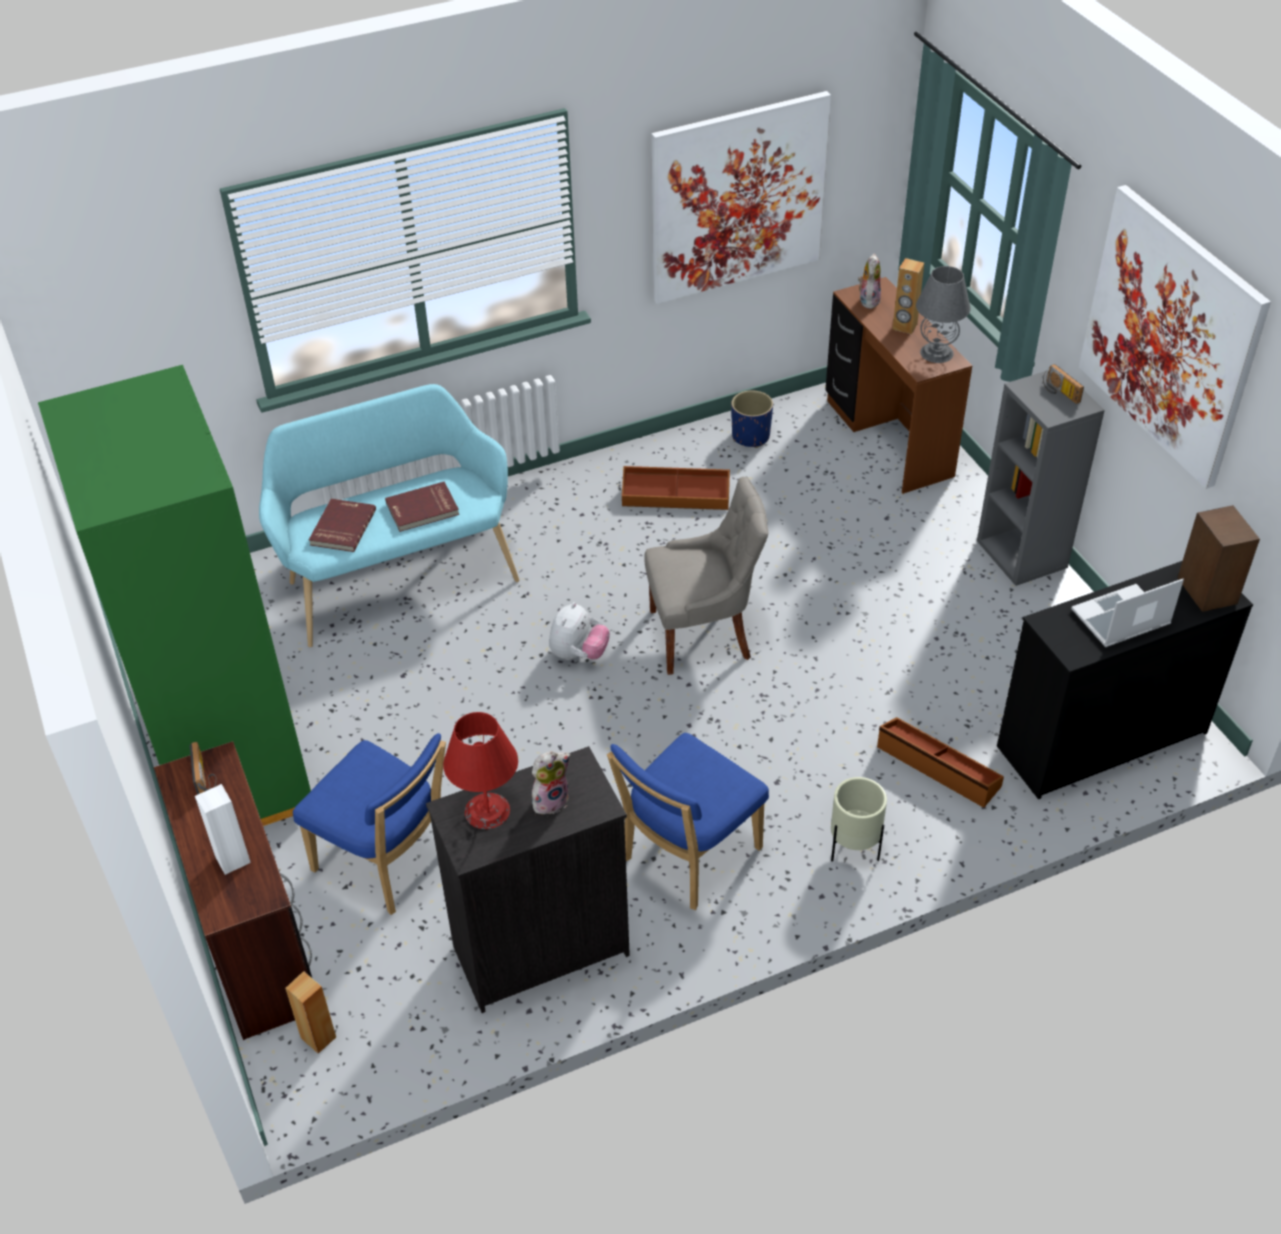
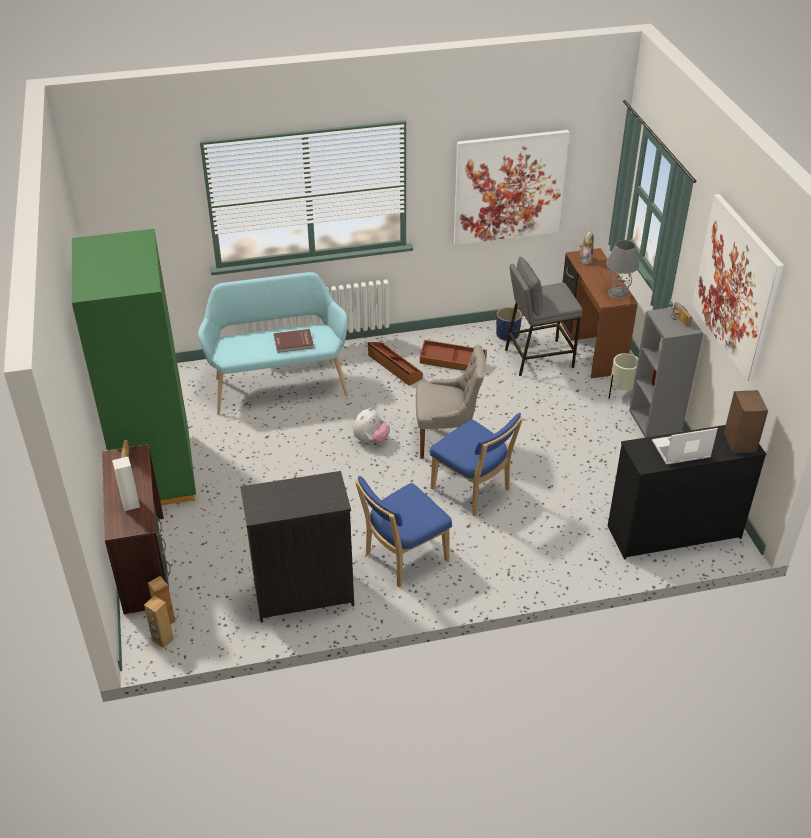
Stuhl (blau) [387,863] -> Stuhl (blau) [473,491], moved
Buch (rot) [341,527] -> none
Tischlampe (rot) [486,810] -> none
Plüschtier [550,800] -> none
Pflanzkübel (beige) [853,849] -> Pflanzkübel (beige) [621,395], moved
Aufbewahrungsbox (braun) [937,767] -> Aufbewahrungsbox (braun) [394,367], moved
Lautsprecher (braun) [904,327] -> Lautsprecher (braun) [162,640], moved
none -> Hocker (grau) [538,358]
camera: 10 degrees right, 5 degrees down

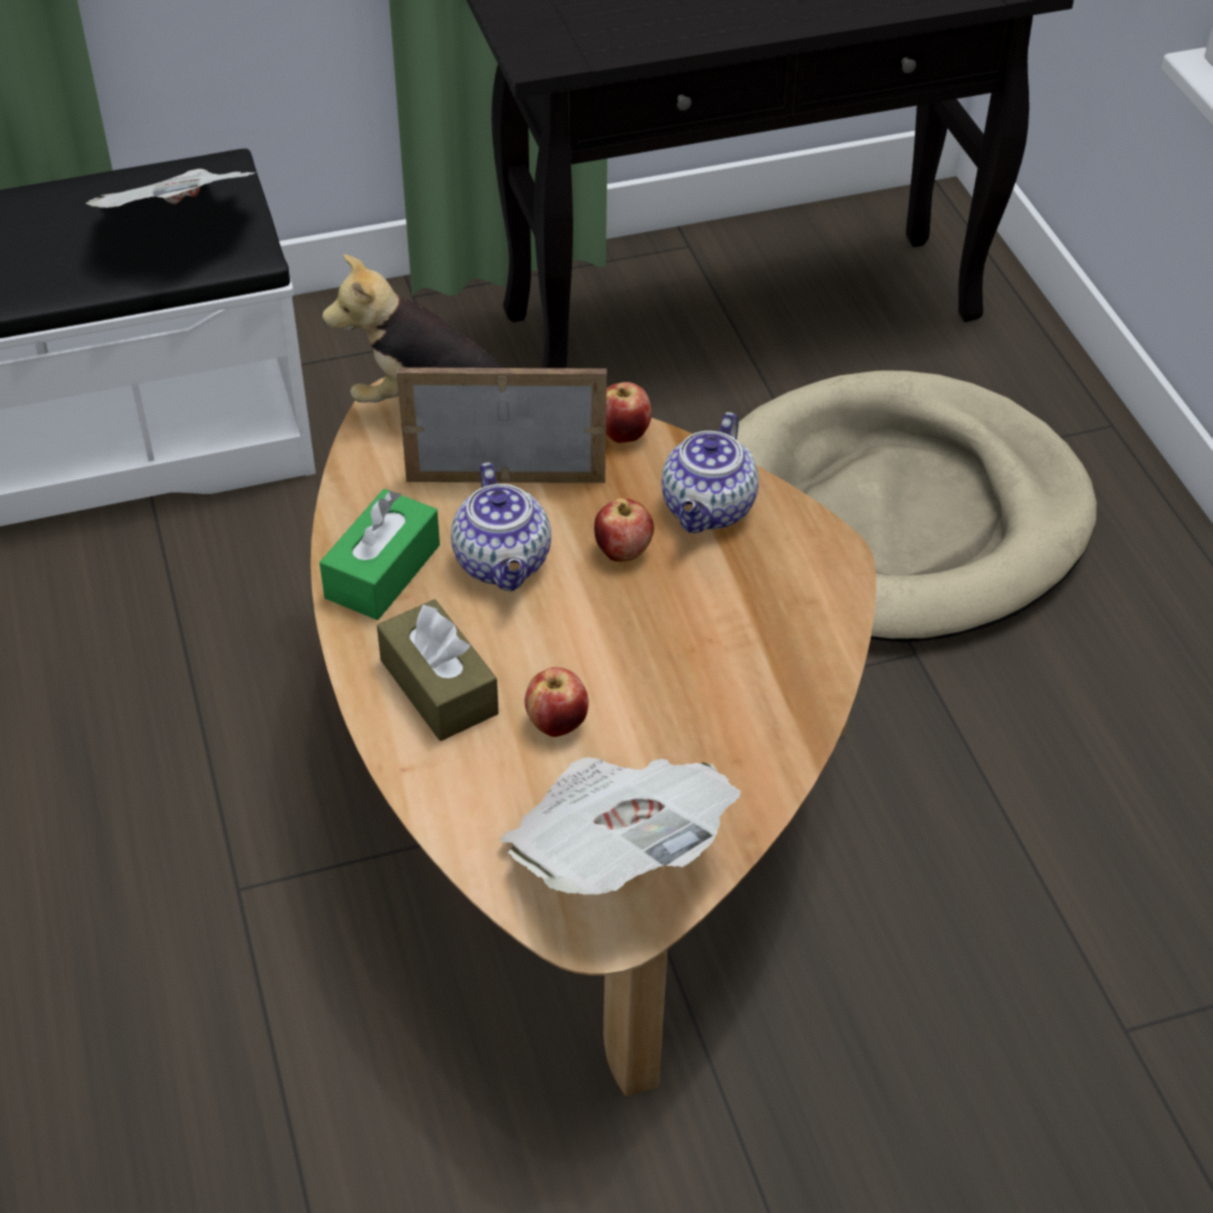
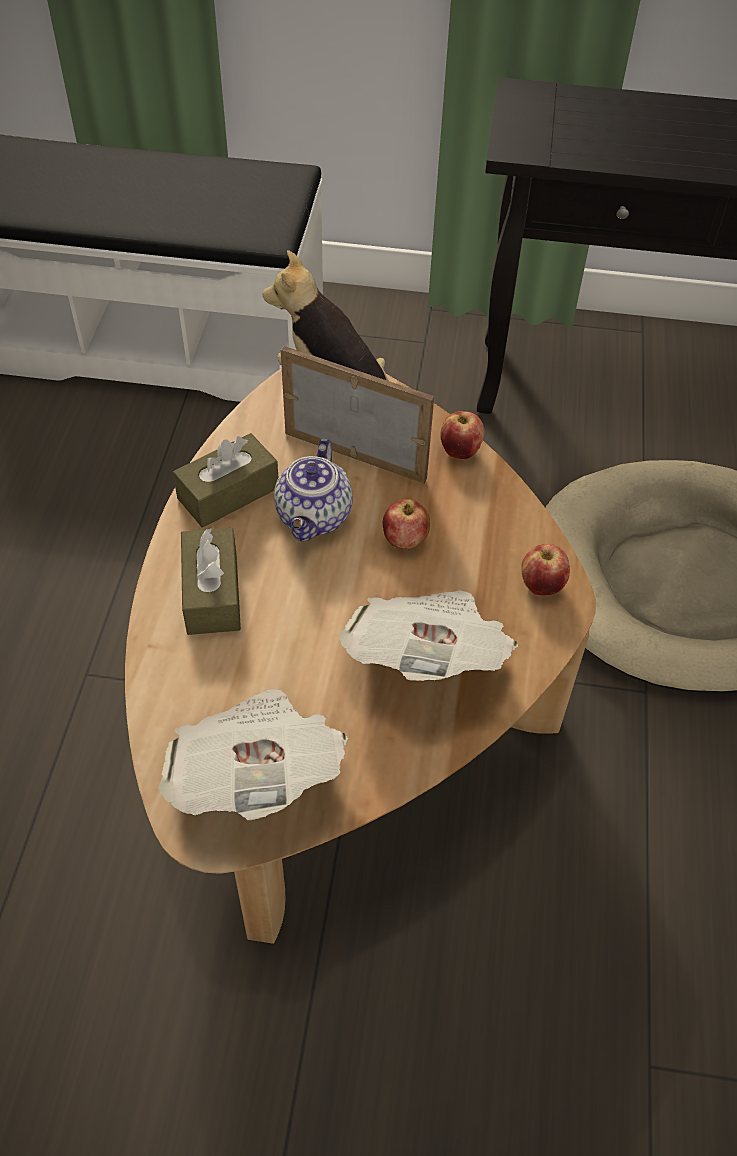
Zeitung [180,225] -> Zeitung [427,657], moved
Taschentuchbox (grün) [382,571] -> Taschentuchbox (braun) [228,493]
Apfel [557,723] -> Apfel [542,585], moved
Teekanne [708,510] -> none
camera: 25 degrees right, 5 degrees up

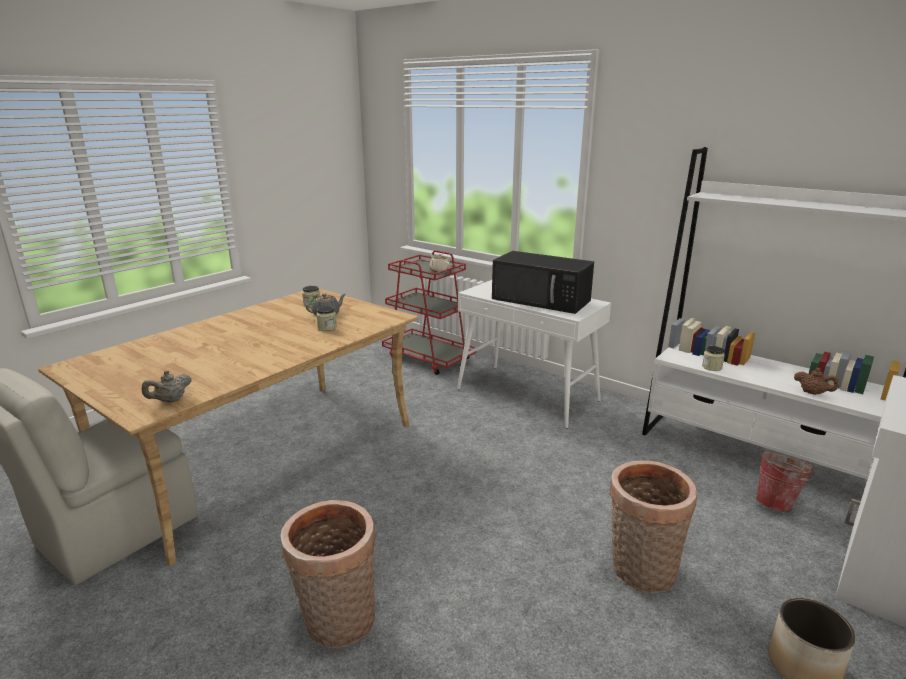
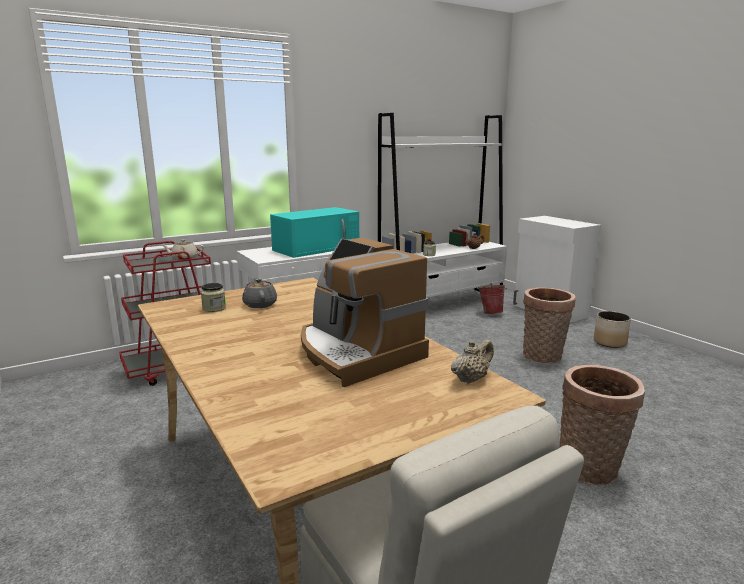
Teekanne (beige) [170,400] -> Teekanne (beige) [471,379], 105 degrees counterclockwise
Vorratsglas [327,328] -> none
Mikrowelle (schwarz) [542,300] -> Mikrowelle (türkis) [317,248]
none -> Kaffeemaschine [356,353]
camera: 70 degrees left, 5 degrees down

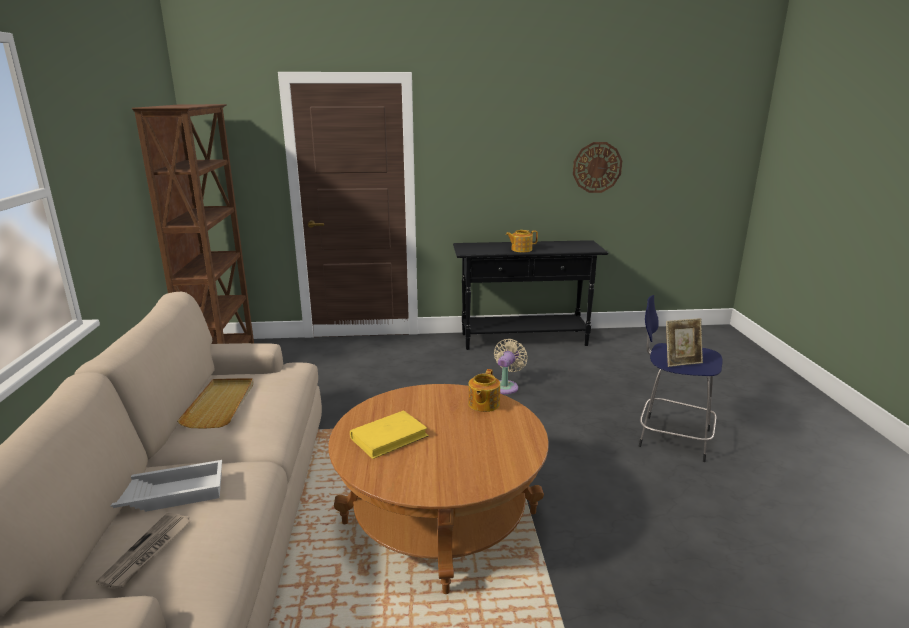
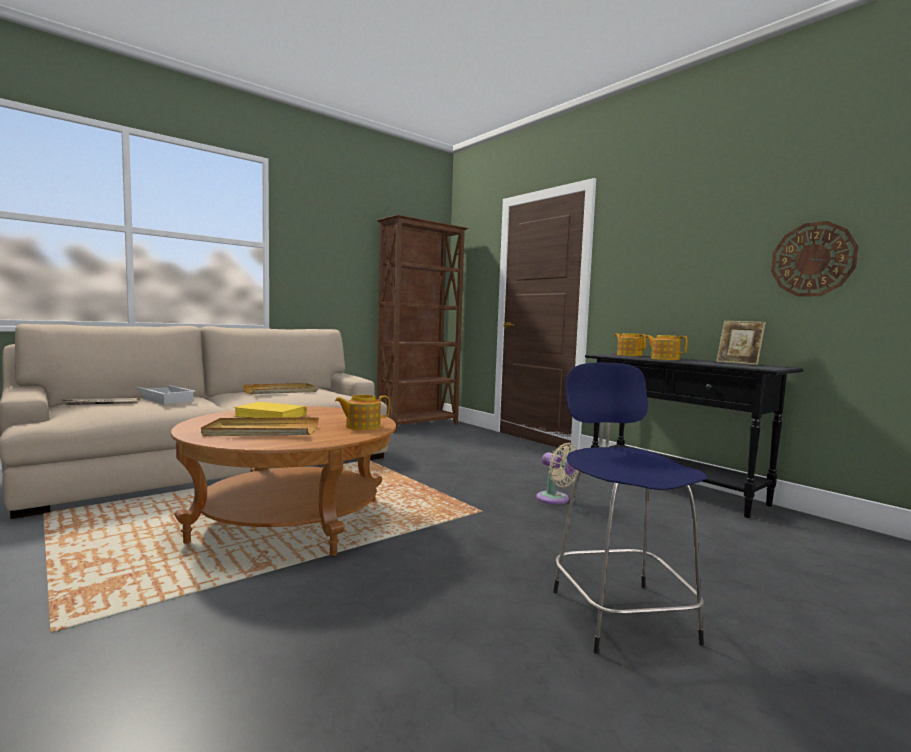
Ventilator (beige) [506,386] -> Ventilator (beige) [555,499], 60 degrees clockwise
Bilderrahmen [681,362] -> Bilderrahmen [738,363], moved
none -> Tablett (beige) [262,431]
none -> Teekanne [629,355]
camera: 55 degrees right, 15 degrees down

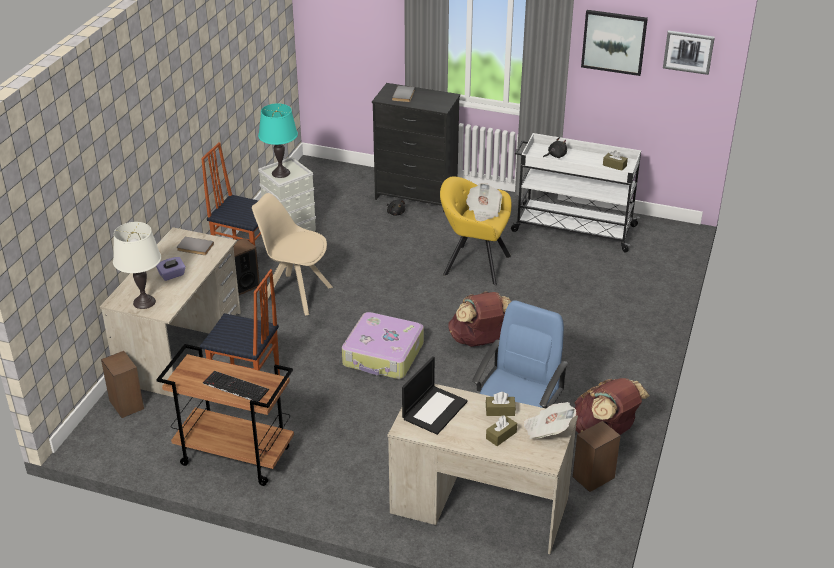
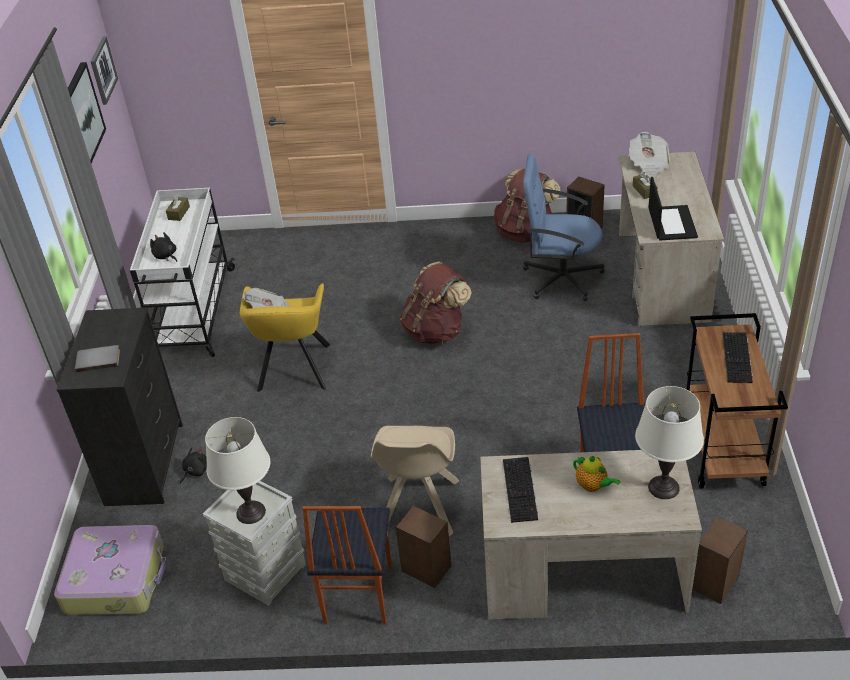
Taschentuchbox (lila) [172,275] -> Teekanne [593,486]
Buch (grau) [194,248] -> Tastatur [521,490]
Tischlampe (türkis) [280,173] -> Tischlampe (weiß) [251,512]
Koffer [383,355] -> Koffer [116,578], moved
Laptop [434,409] -> Laptop [671,223], 75 degrees clockwise
Taschentuchbox (braun) [501,435] -> none
camera: 105 degrees left, 5 degrees up

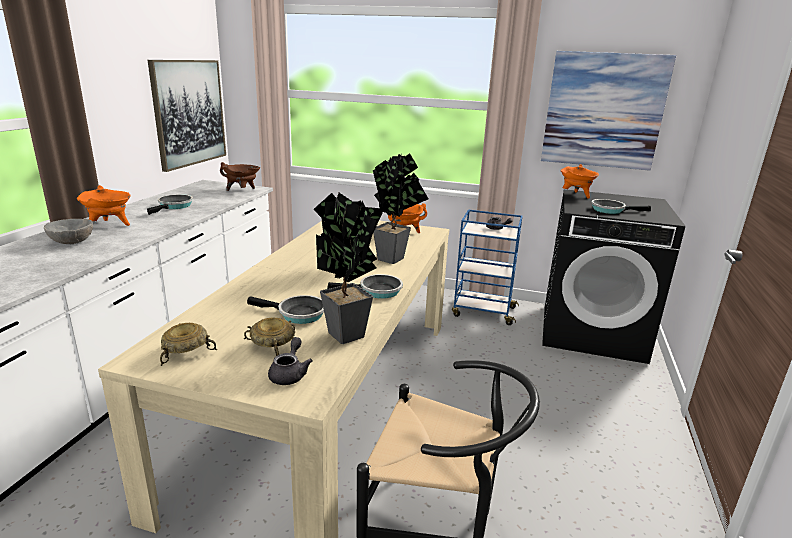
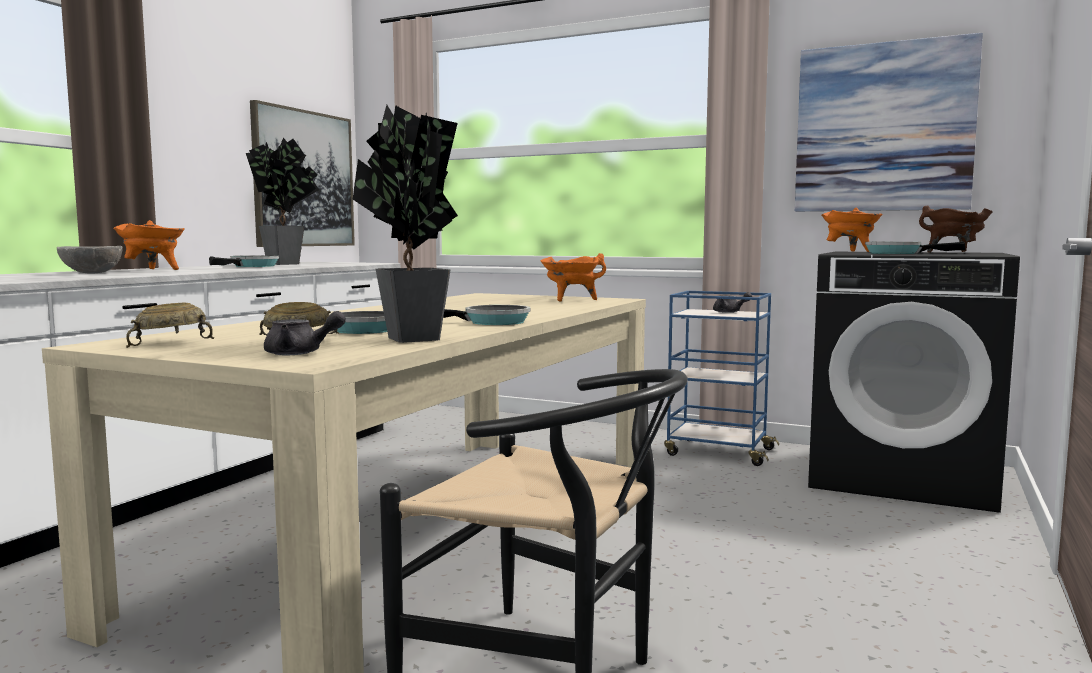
Kochtopf (braun) [242,191] -> Kochtopf (braun) [955,252], moved
Teekanne (grau) [290,374] -> Teekanne (grau) [300,353], 75 degrees clockwise
Topfpflanze [395,258] -> Topfpflanze [289,264], moved
camera: 10 degrees right, 15 degrees down

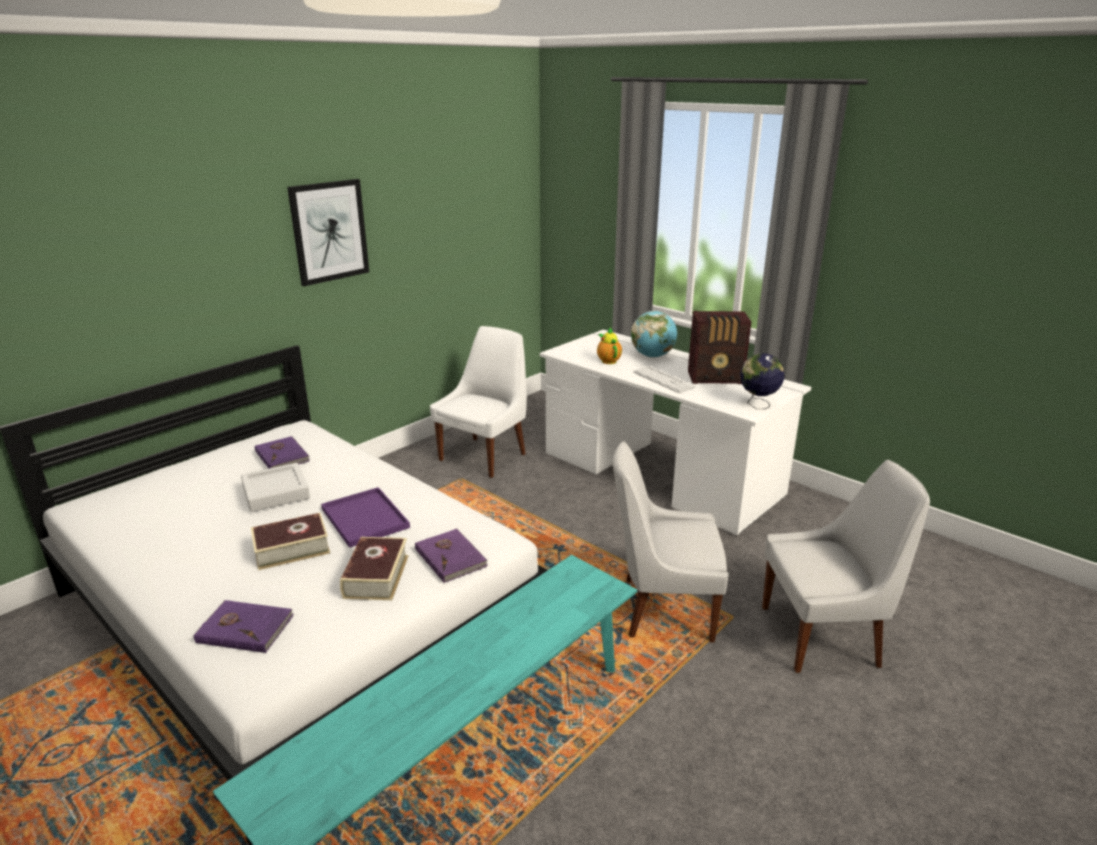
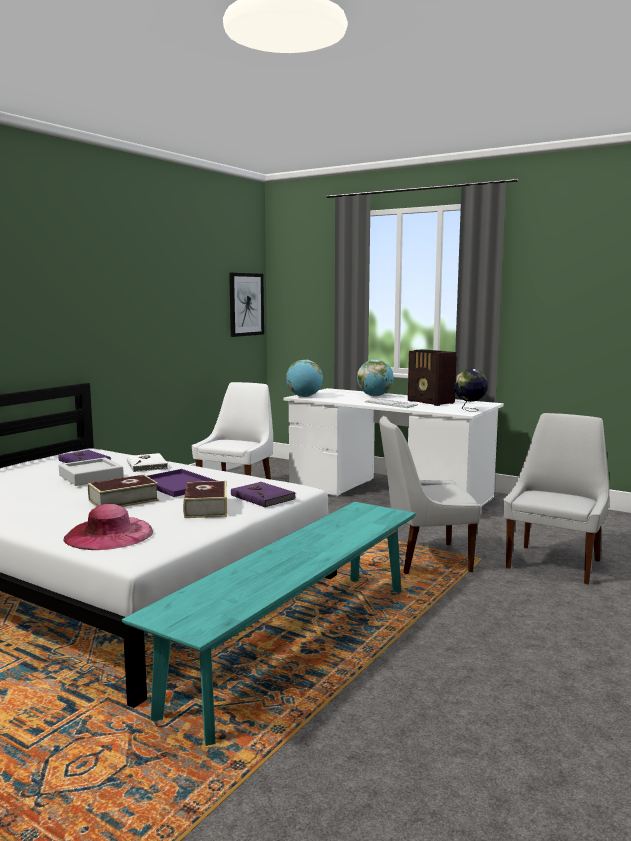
Buch (lila) [245,628] -> Hut (rosa) [109,534]
Bild [329,231] -> Bild [246,304], moved
Teekanne [608,360] -> none
Radio [716,378] -> Radio [431,402], 60 degrees clockwise
Stuhl (weiß) [824,636] -> Stuhl (weiß) [554,563], 45 degrees counterclockwise
none -> Buch (weiß) [147,465]
none -> Globus [304,396]
camera: 10 degrees left, 15 degrees down

